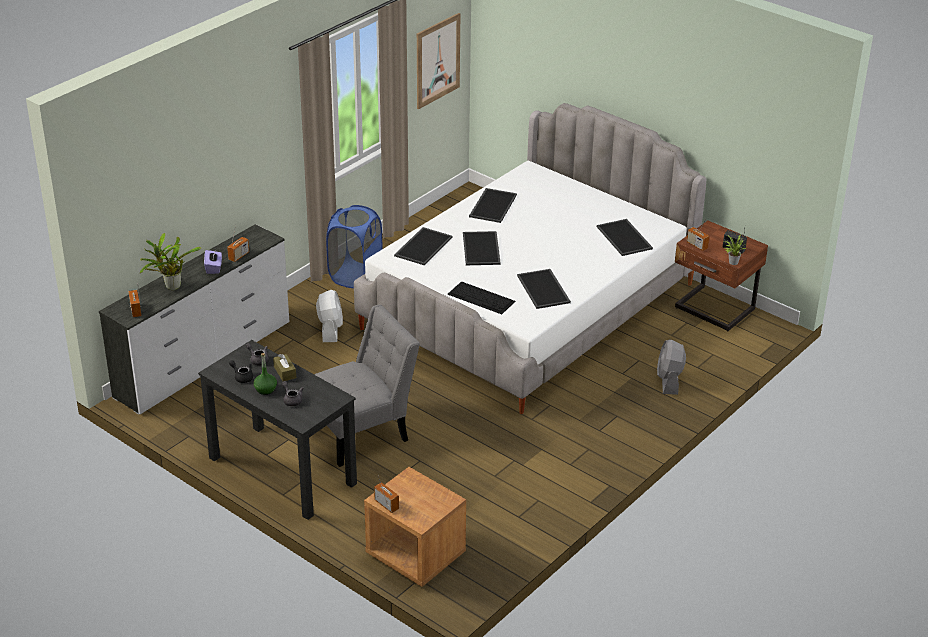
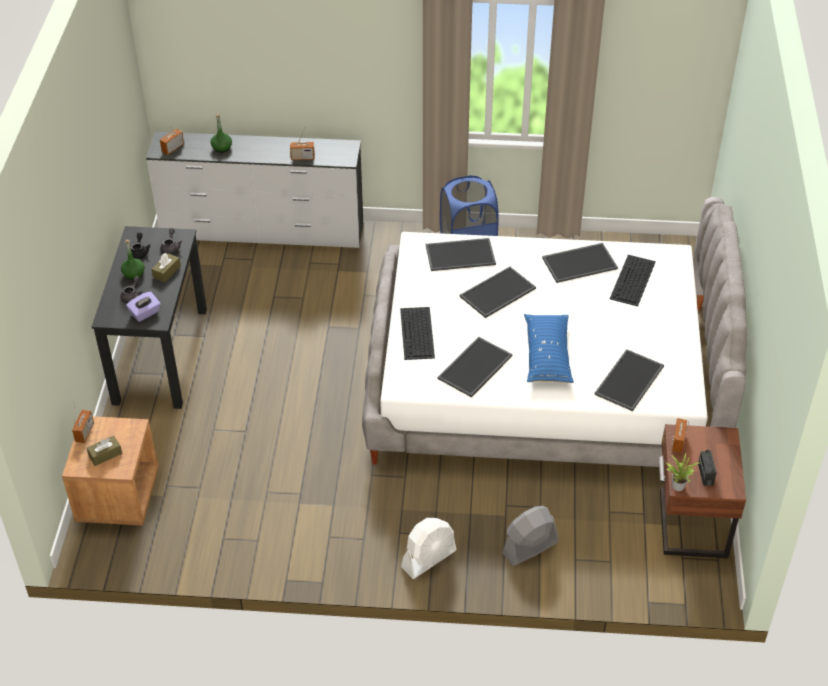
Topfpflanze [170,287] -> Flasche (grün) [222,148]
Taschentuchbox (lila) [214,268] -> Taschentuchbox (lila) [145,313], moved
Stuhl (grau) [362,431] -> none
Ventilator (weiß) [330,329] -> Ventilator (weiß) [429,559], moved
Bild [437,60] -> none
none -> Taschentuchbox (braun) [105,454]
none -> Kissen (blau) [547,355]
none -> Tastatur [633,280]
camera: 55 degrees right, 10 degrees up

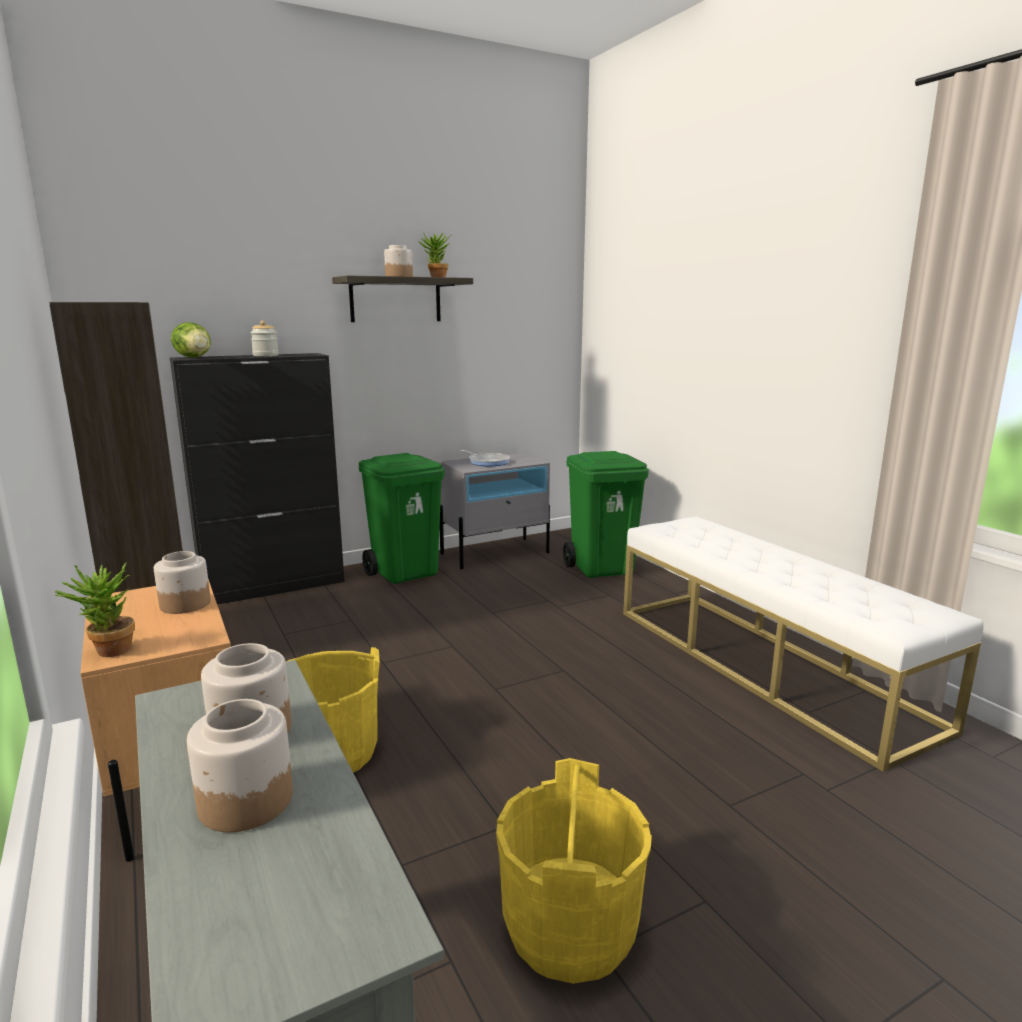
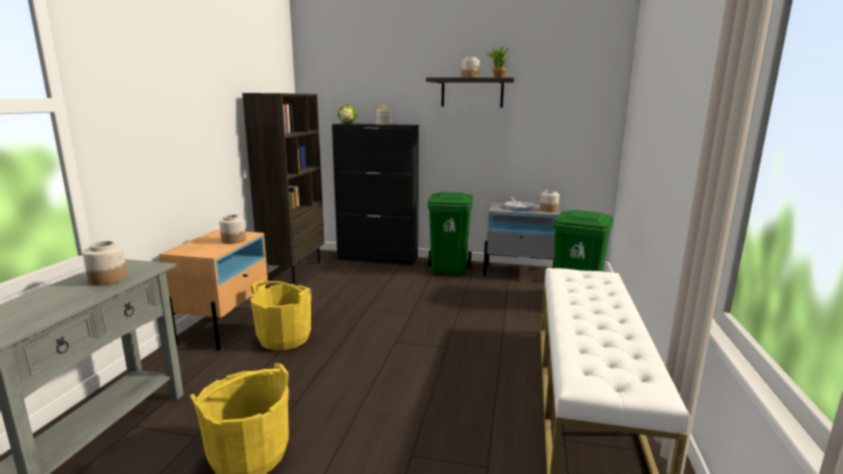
Topfpflanze [107,652] -> none
Vorratsglas [245,801] -> Vorratsglas [548,210], moved
camera: 40 degrees right, 0 degrees up

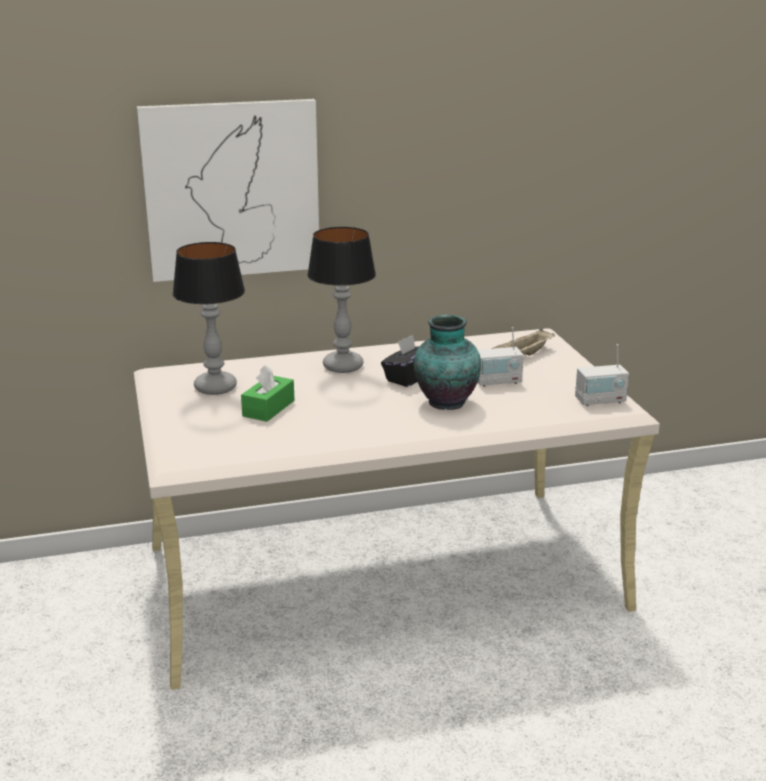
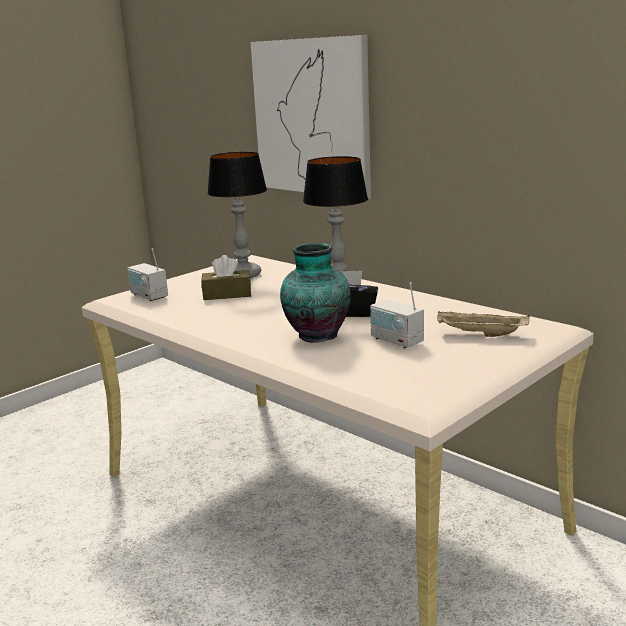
Taschentuchbox (grün) [268,408] -> Taschentuchbox (braun) [227,294]
Radio [600,401] -> Radio [149,296], moved
camera: 60 degrees right, 5 degrees down

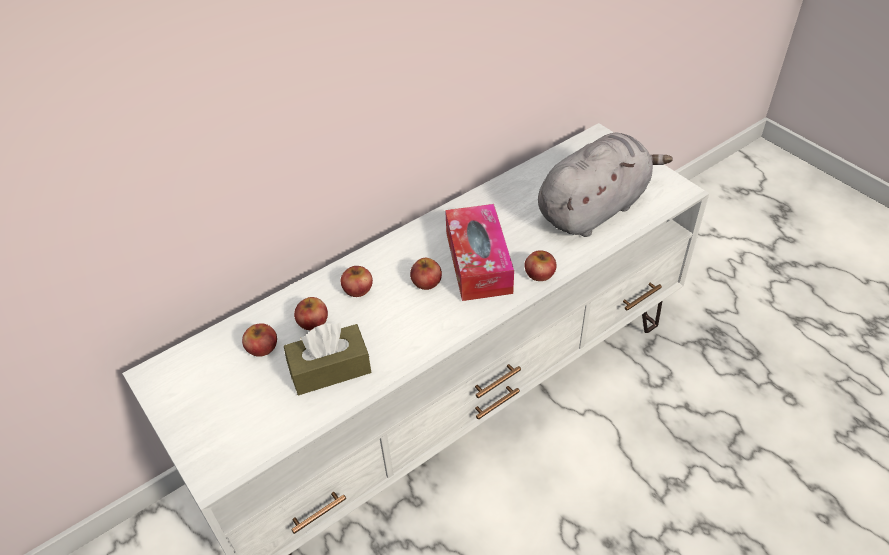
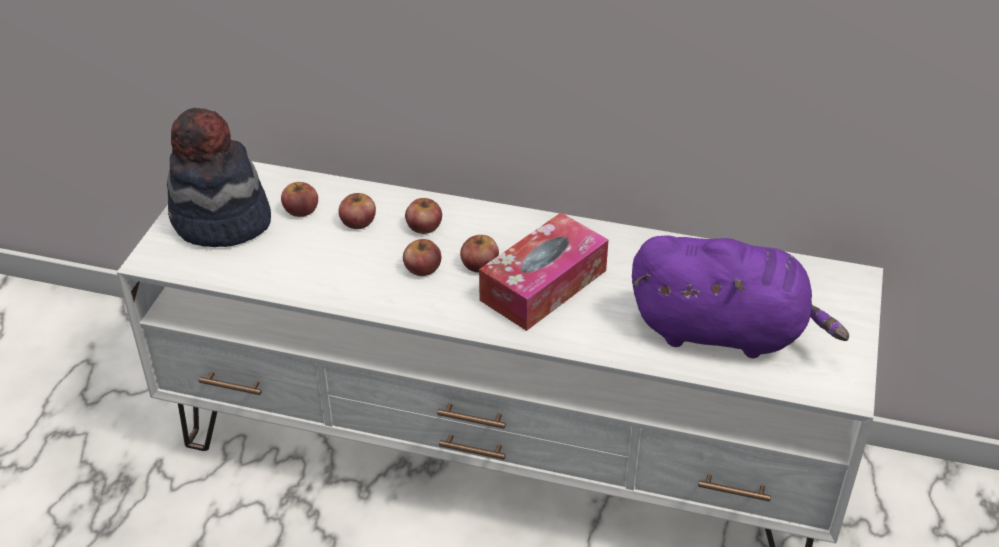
Taschentuchbox (braun) [330,369] -> none
Apfel [539,273] -> Apfel [422,268], moved
Plüschtier (grau) [594,208] -> Plüschtier (lila) [724,331]
none -> Hut [221,222]
camera: 50 degrees right, 5 degrees down

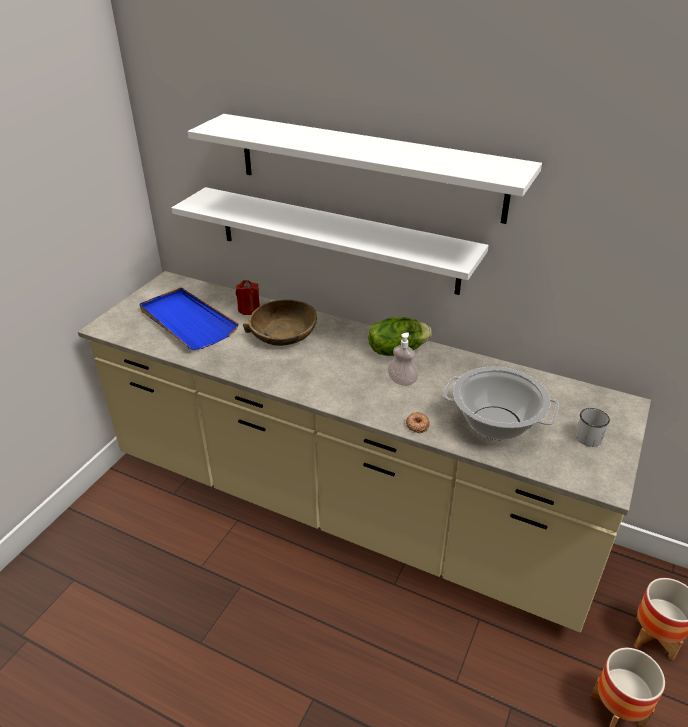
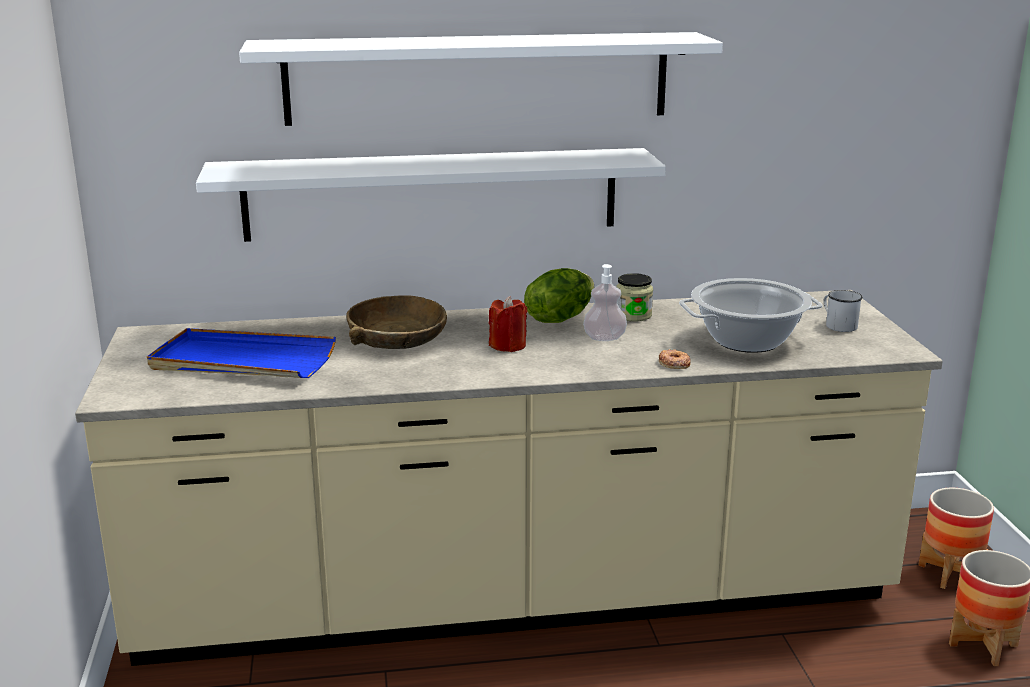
Kerze (rot) [249,309] -> Kerze (rot) [508,346], moved
none -> Vorratsglas [633,315]
camera: 35 degrees left, 15 degrees down

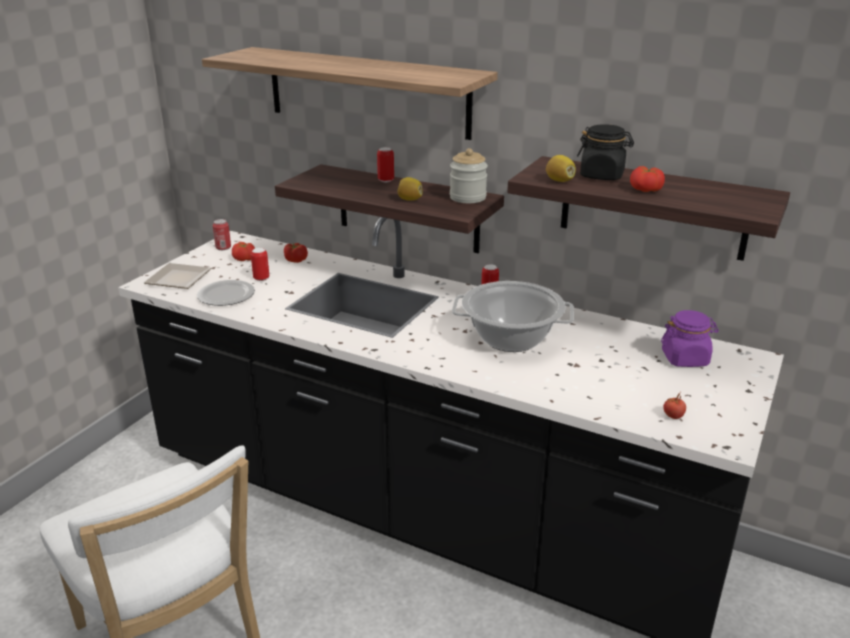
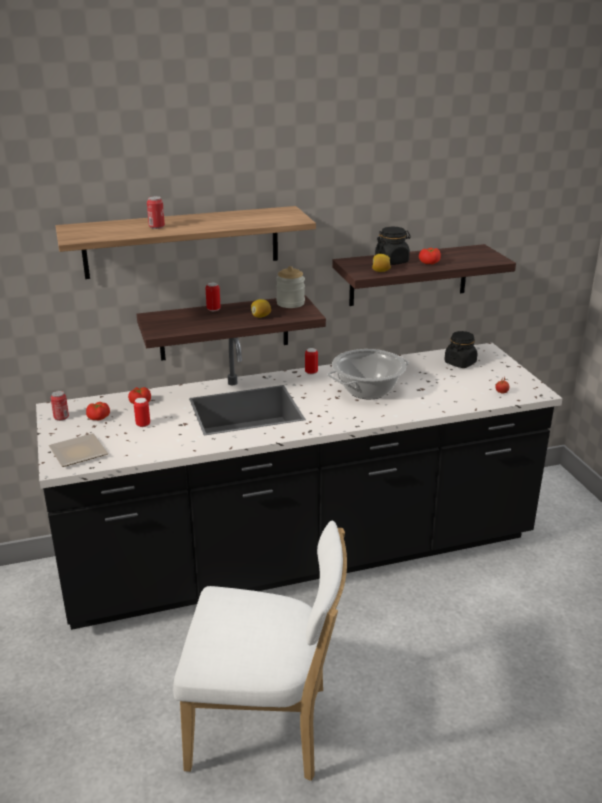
Teller [227,295] -> none
Vorratsglas (lila) [685,358] -> Vorratsglas (schwarz) [460,363]
none -> Dose [156,227]
camera: 45 degrees left, 0 degrees up

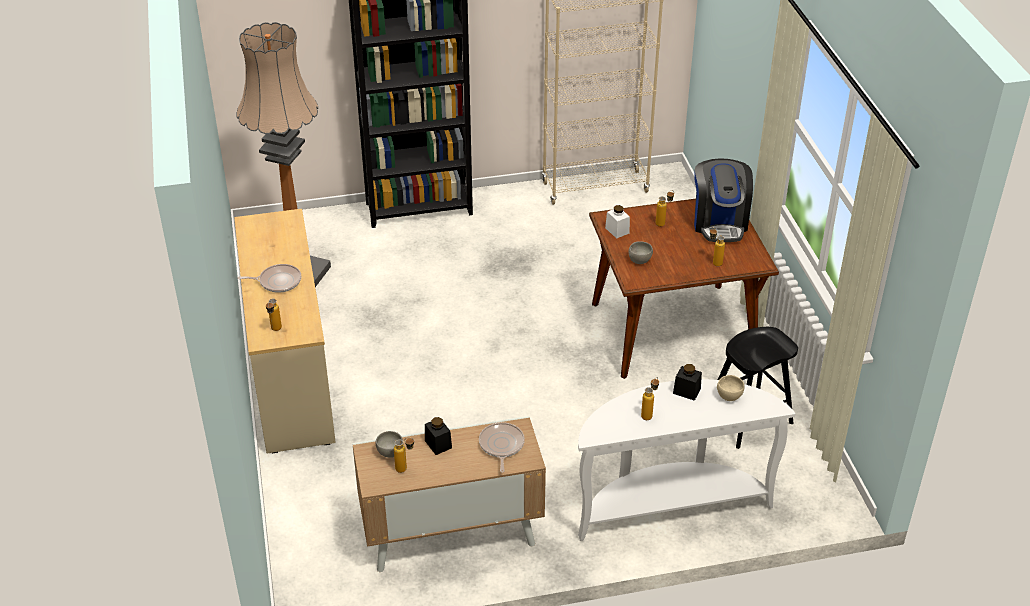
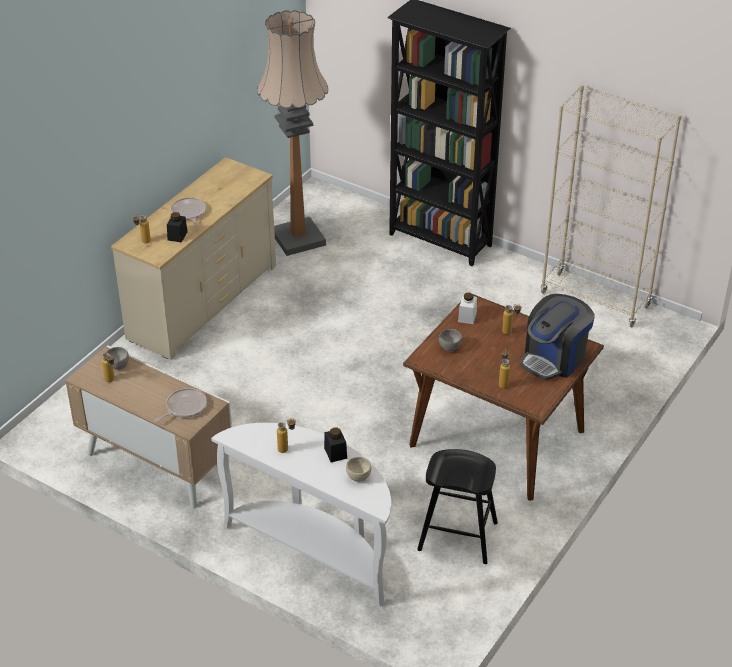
Pfanne [278,281] -> Pfanne [189,213], 150 degrees counterclockwise
Vorratsglas (schwarz) [438,444] -> Vorratsglas (schwarz) [177,236], moved
camera: 45 degrees right, 0 degrees up

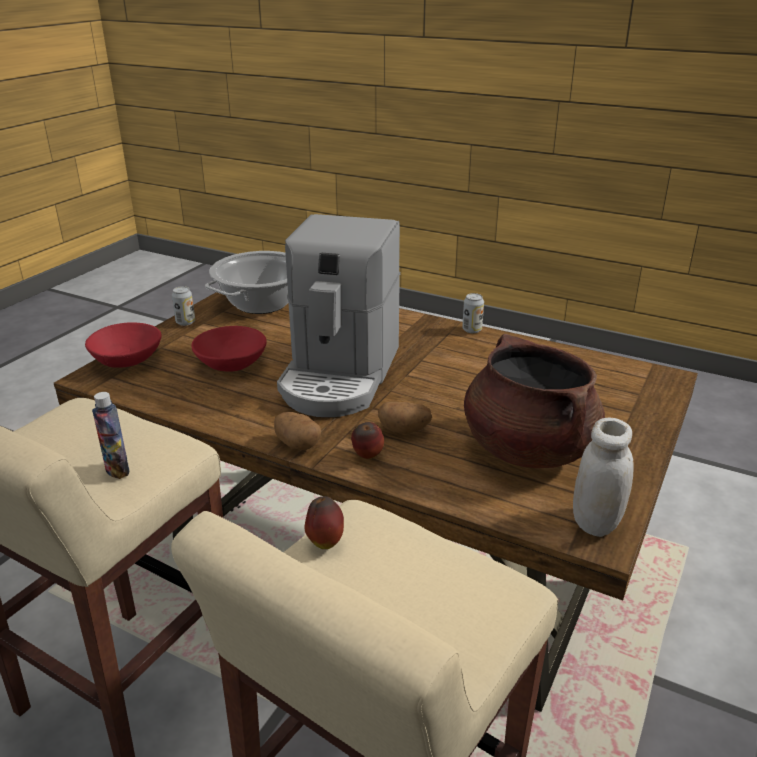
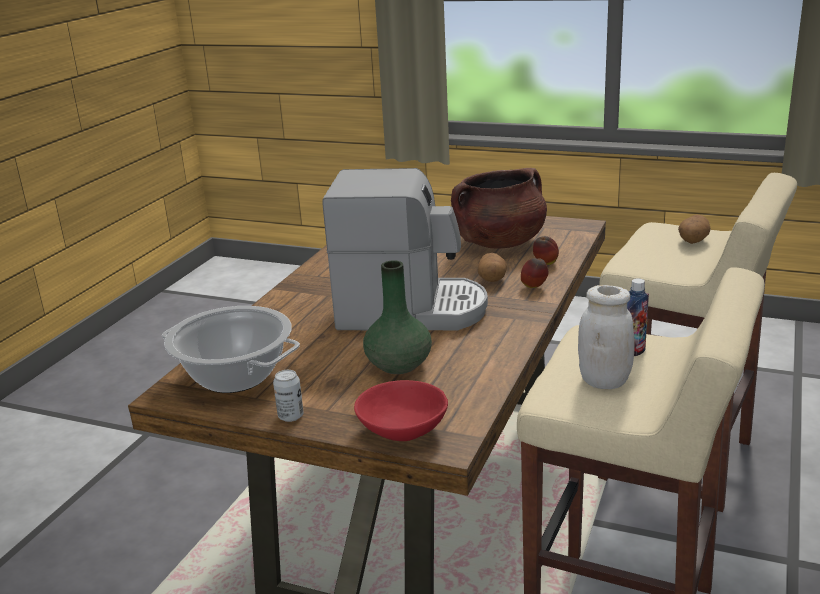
Schüssel (rot) [231,364] -> Vase (grün) [399,365]
Kartoffel [297,444] -> Kartoffel [692,241], moved
Apfel [325,541] -> Apfel [545,264], moved
Dose [472,330] -> none
Vorratsglas (weiß) [596,522] -> Vorratsglas (weiß) [604,381], moved
camera: 95 degrees left, 5 degrees down

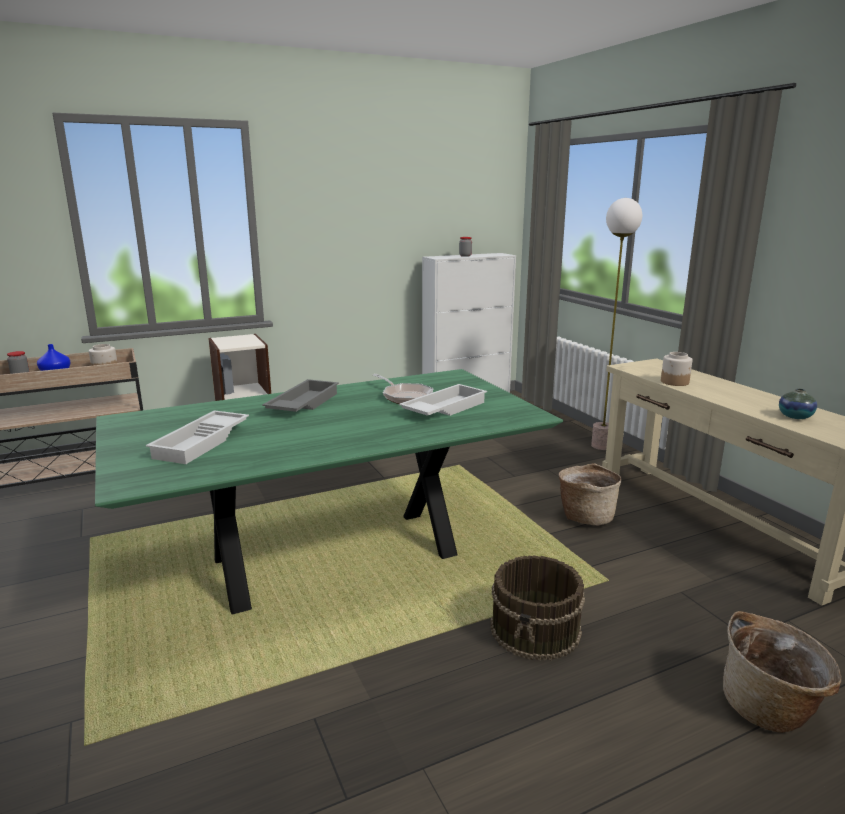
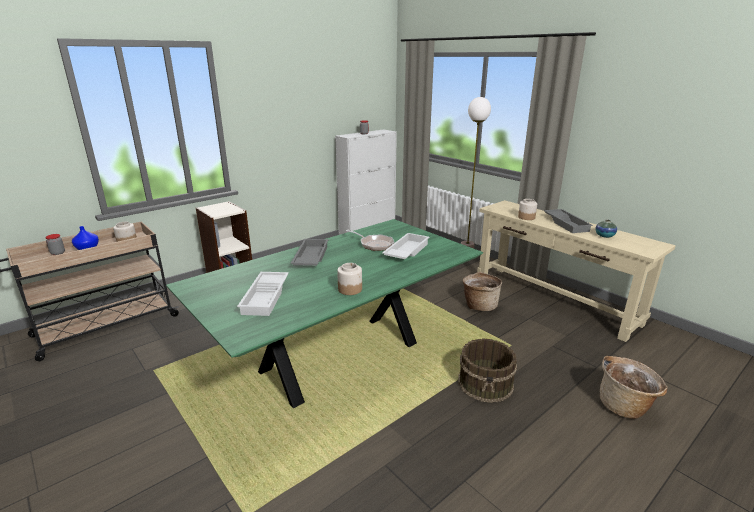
none -> Vorratsglas [350,289]
none -> Tablett (grau) [567,224]
camera: 15 degrees left, 5 degrees up

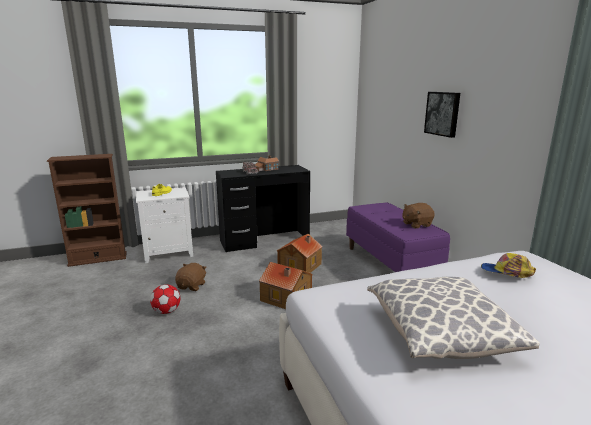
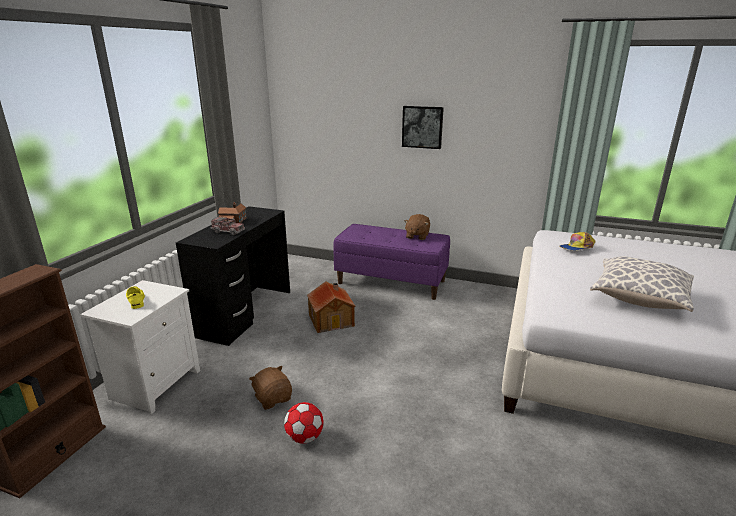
Spielzeughaus [286,298] -> none
camera: 50 degrees left, 5 degrees up

